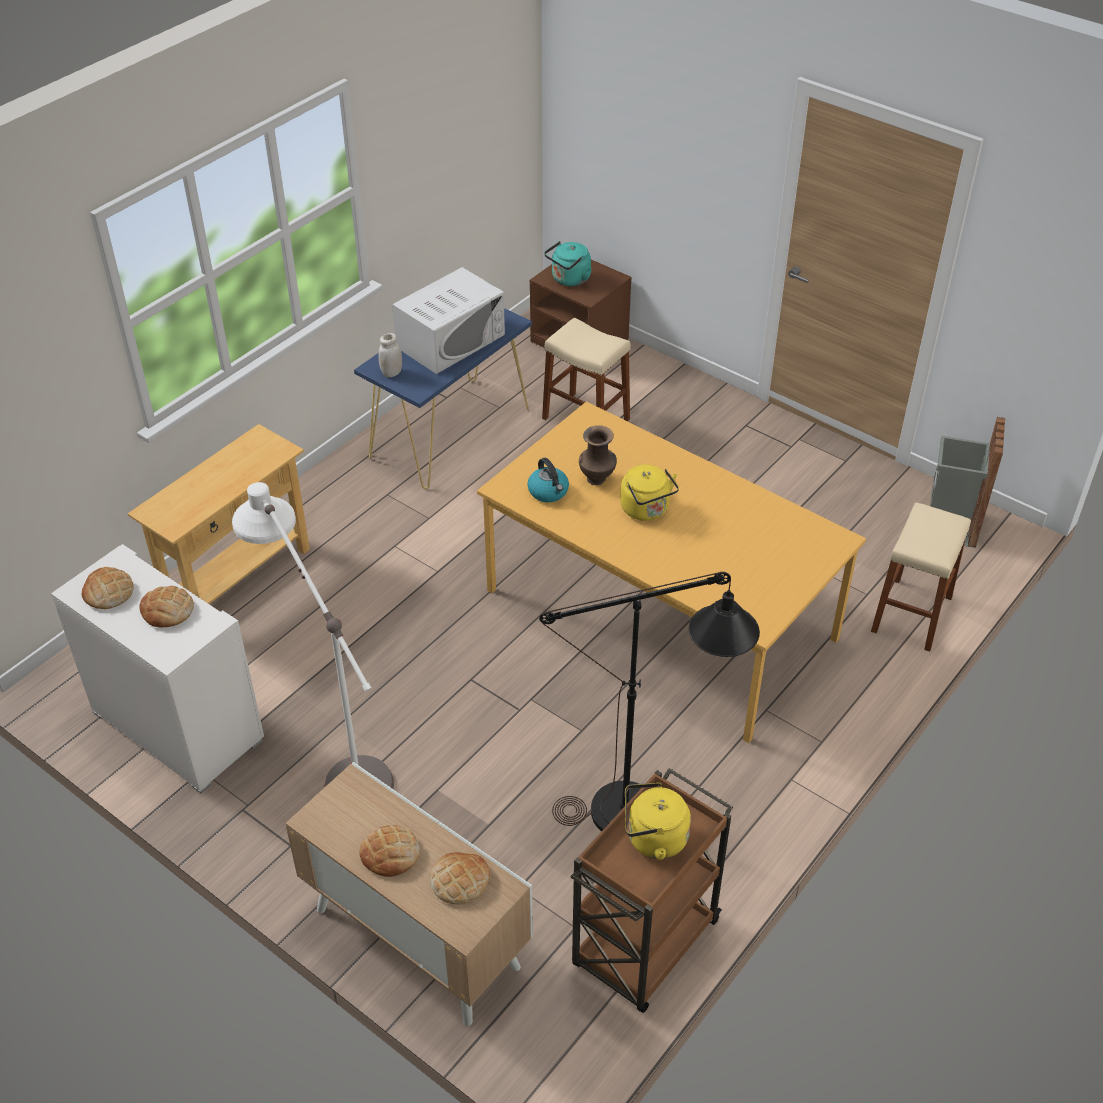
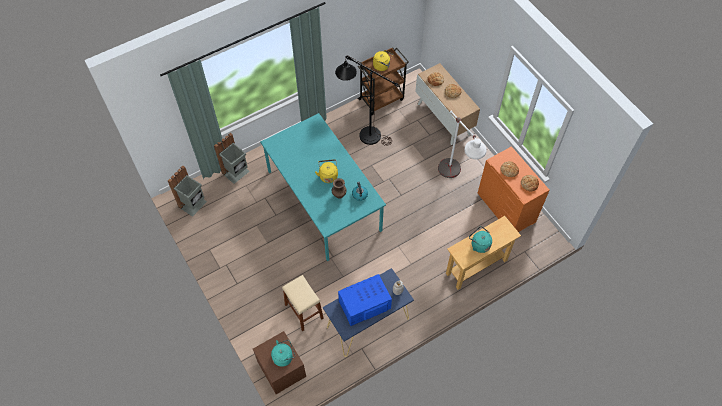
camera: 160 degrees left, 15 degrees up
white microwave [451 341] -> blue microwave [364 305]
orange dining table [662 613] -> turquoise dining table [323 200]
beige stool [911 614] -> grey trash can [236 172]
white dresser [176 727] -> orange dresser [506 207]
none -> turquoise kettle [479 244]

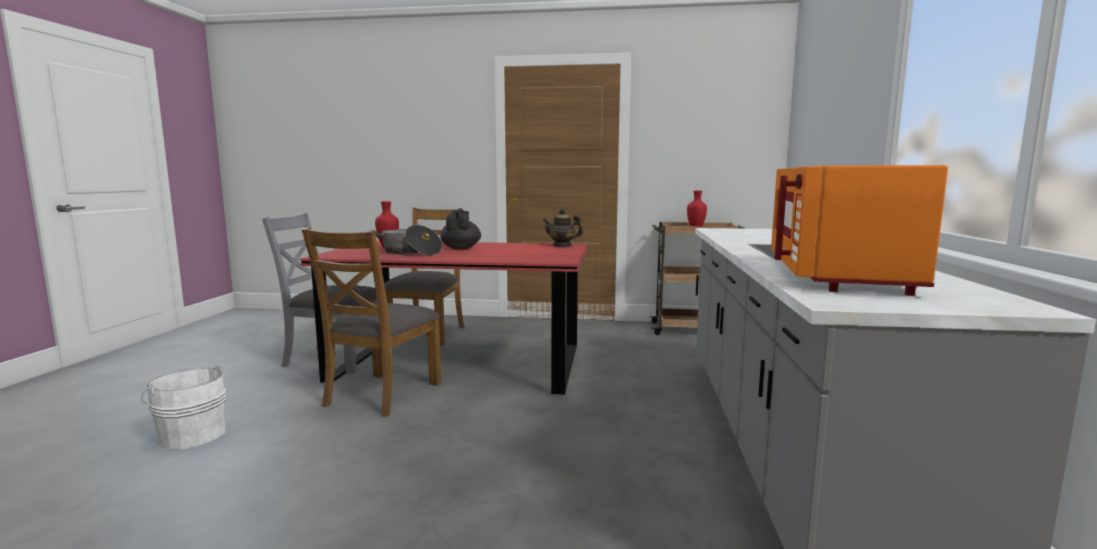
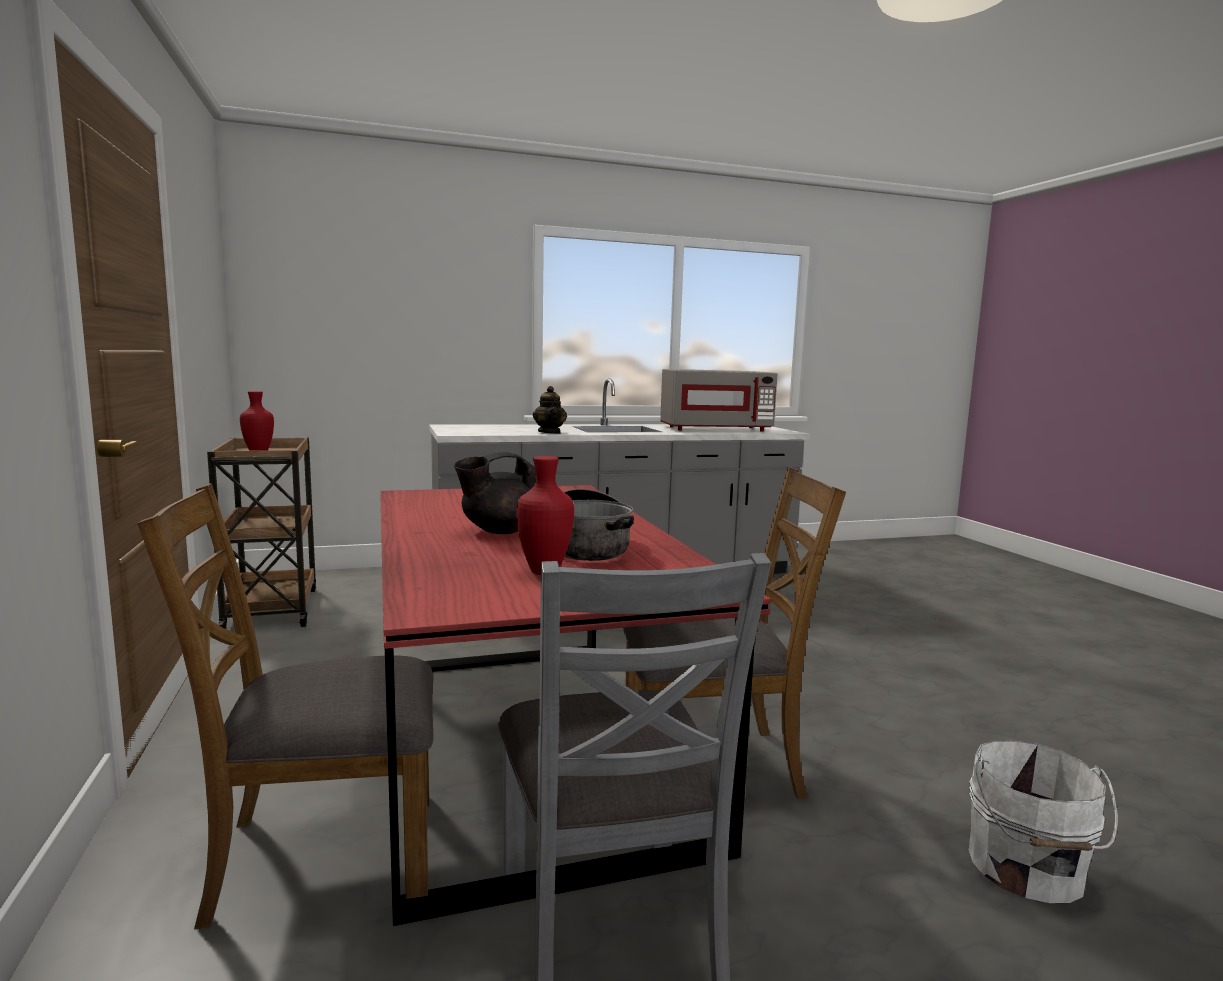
camera: 115 degrees left, 0 degrees up
orange microwave [838 275] -> grey microwave [715 429]
teapot [562 245] -> teapot [549 432], move

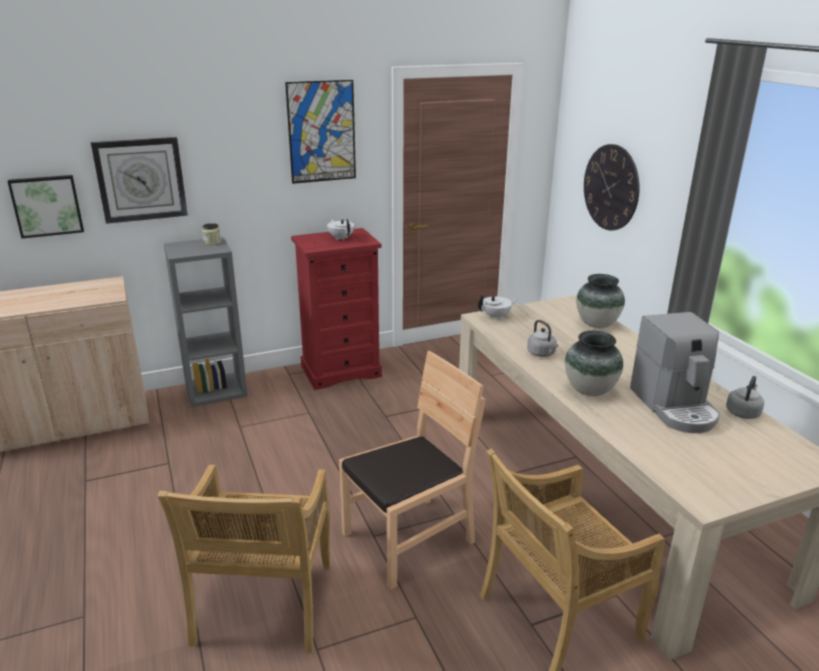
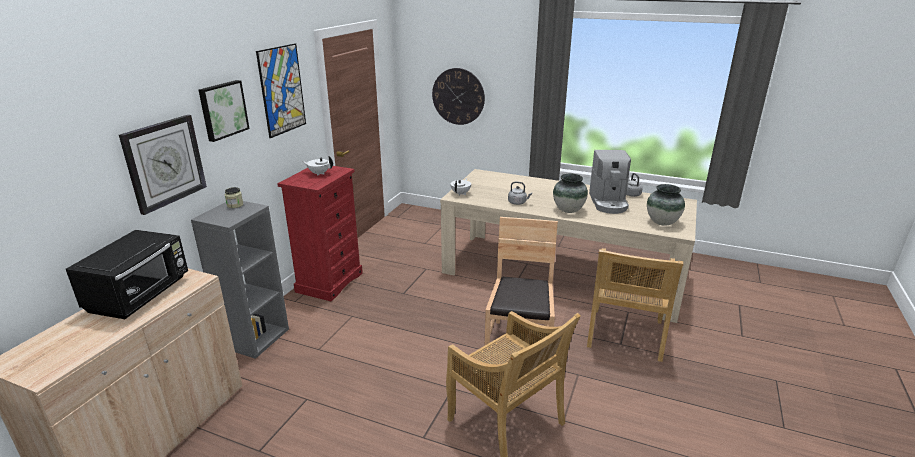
camera: 45 degrees left, 0 degrees up
picture [47 205] -> picture [222 110], move
vase [596 324] -> vase [662 222], move
coffee machine [675 407] -> coffee machine [608 202], 60 degrees clockwise
none -> black microwave [141 295]

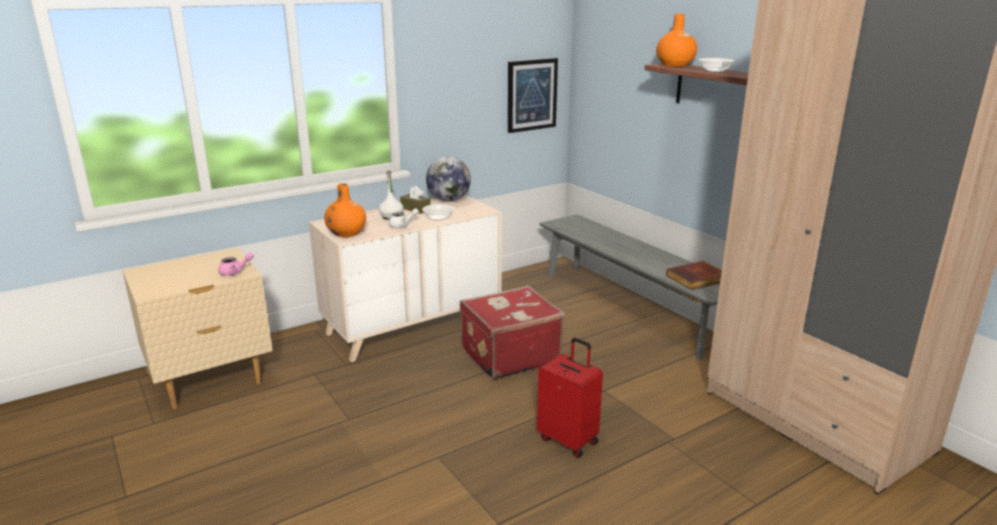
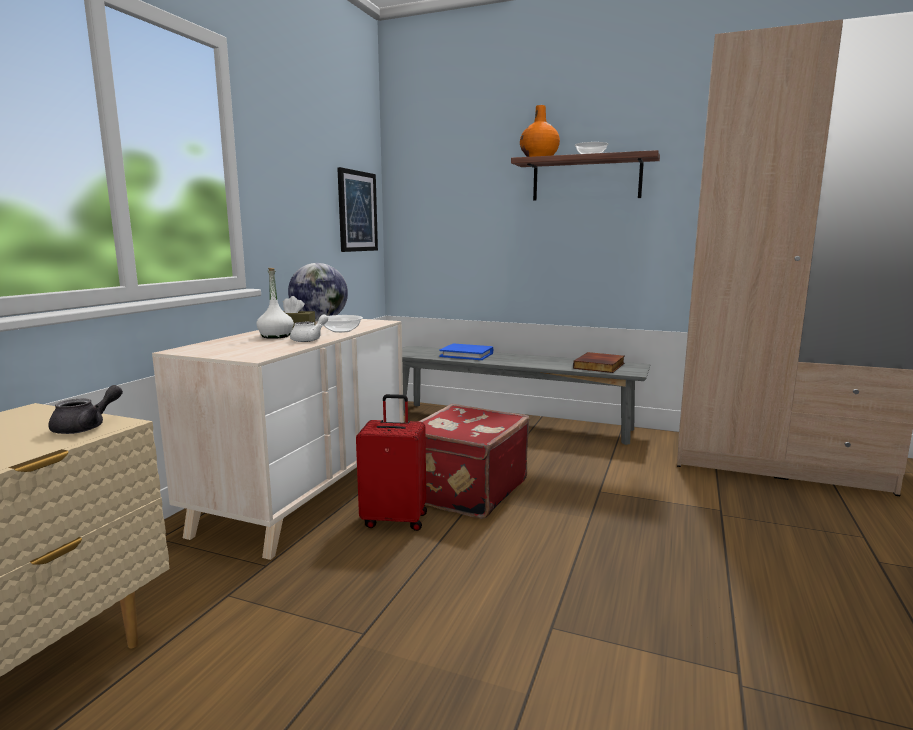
camera: 35 degrees left, 10 degrees down
orange vase [347 233] -> none
pink teapot [235 272] -> grey teapot [86 427]
red suitcase [569 440] -> red suitcase [395 519], move
none -> blue book [467 355]

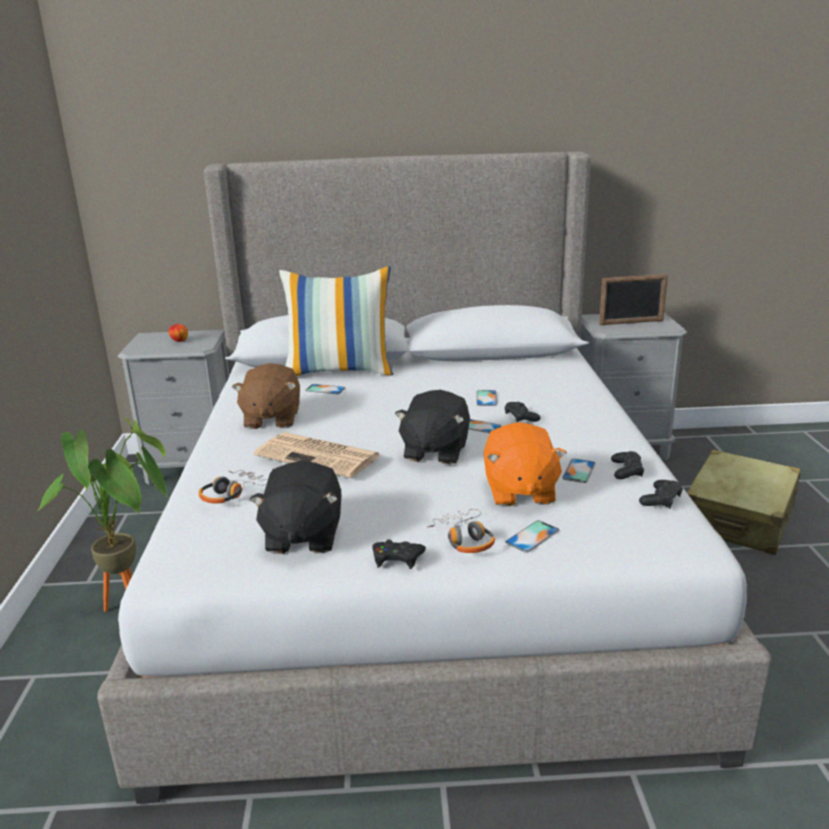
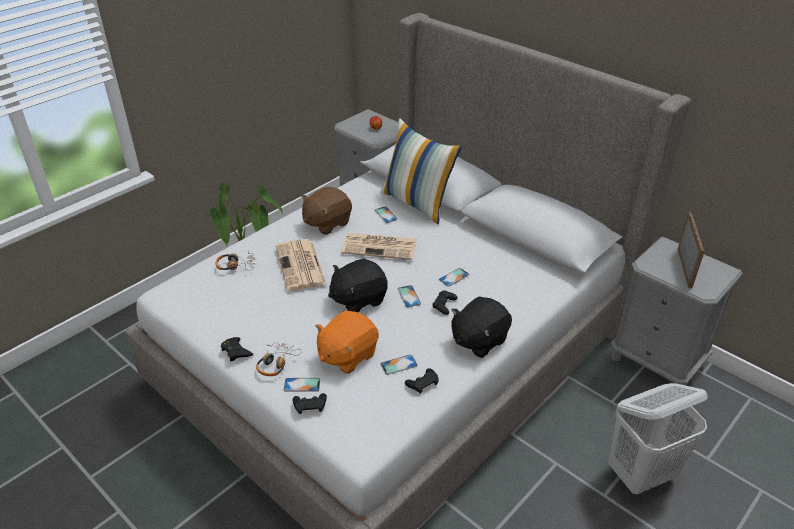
camera: 45 degrees right, 15 degrees up
picture frame [631 322] -> picture frame [684 267], 120 degrees counterclockwise
beige suitcase [738 518] -> white laundry basket [641 474]
black plush toy [302 536] -> black plush toy [478 340], move
black game controller [661 499] -> black game controller [310 405], move
none -> newspaper [380 246]

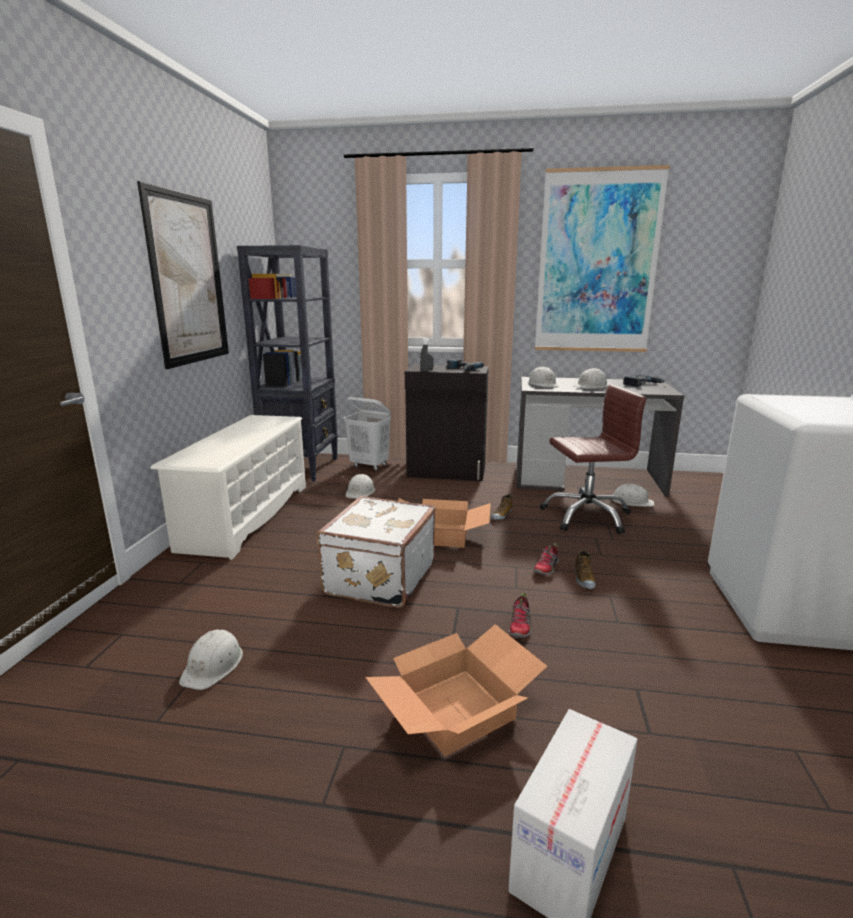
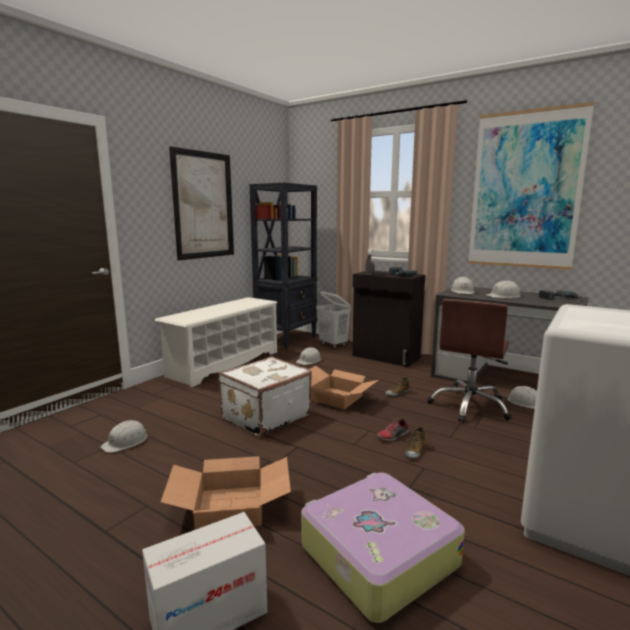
camera: 25 degrees right, 5 degrees down
brown office chair [586 516] -> brown office chair [470 406], 105 degrees clockwise
shoe [520 626] -> none
none -> suitcase [376 554]

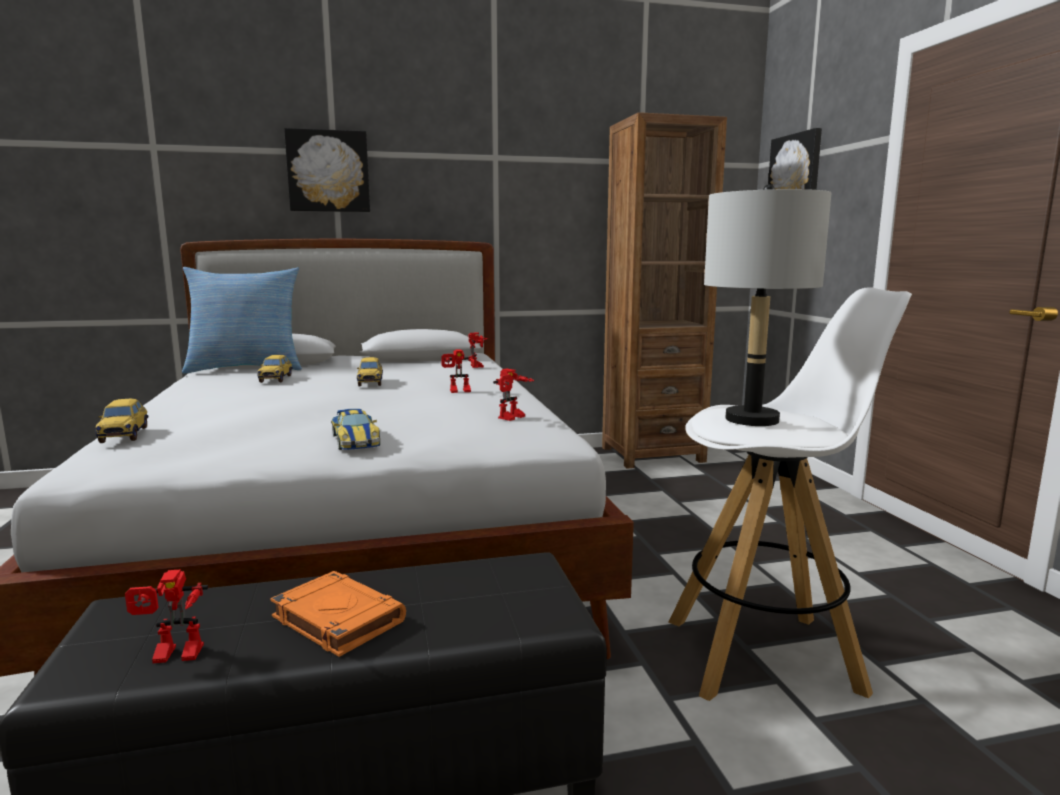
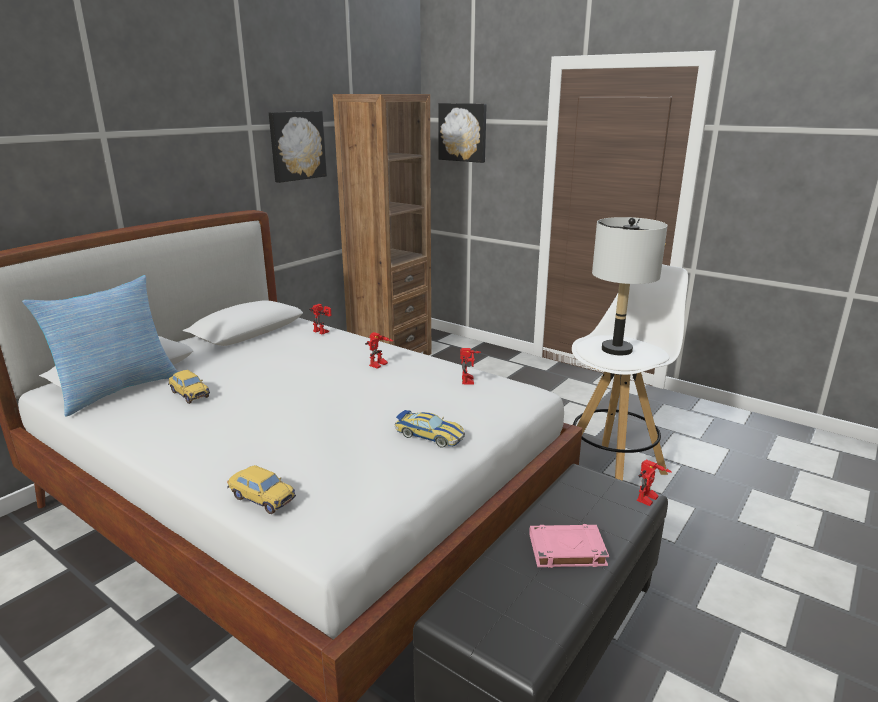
camera: 40 degrees left, 10 degrees up
picture [328 171] -> picture [296 145], move
toy car [370 382] -> none
toy robot [173 657] -> toy robot [649 500], move
orange book [336 619] -> pink book [566 550]

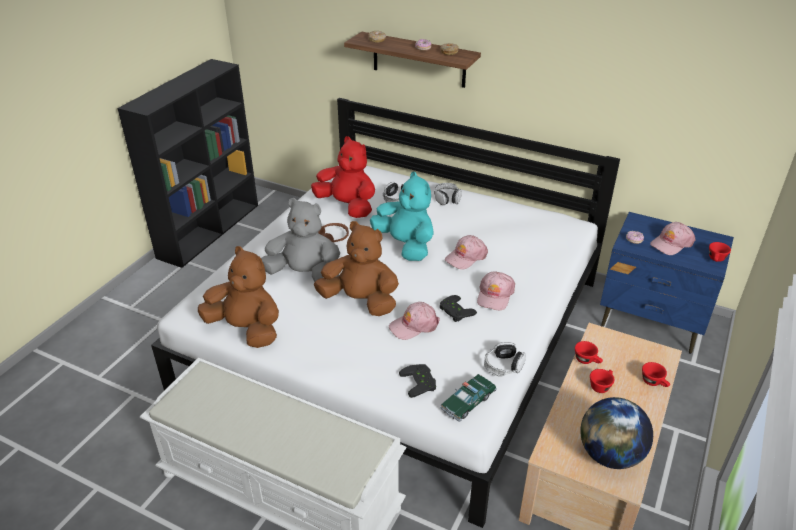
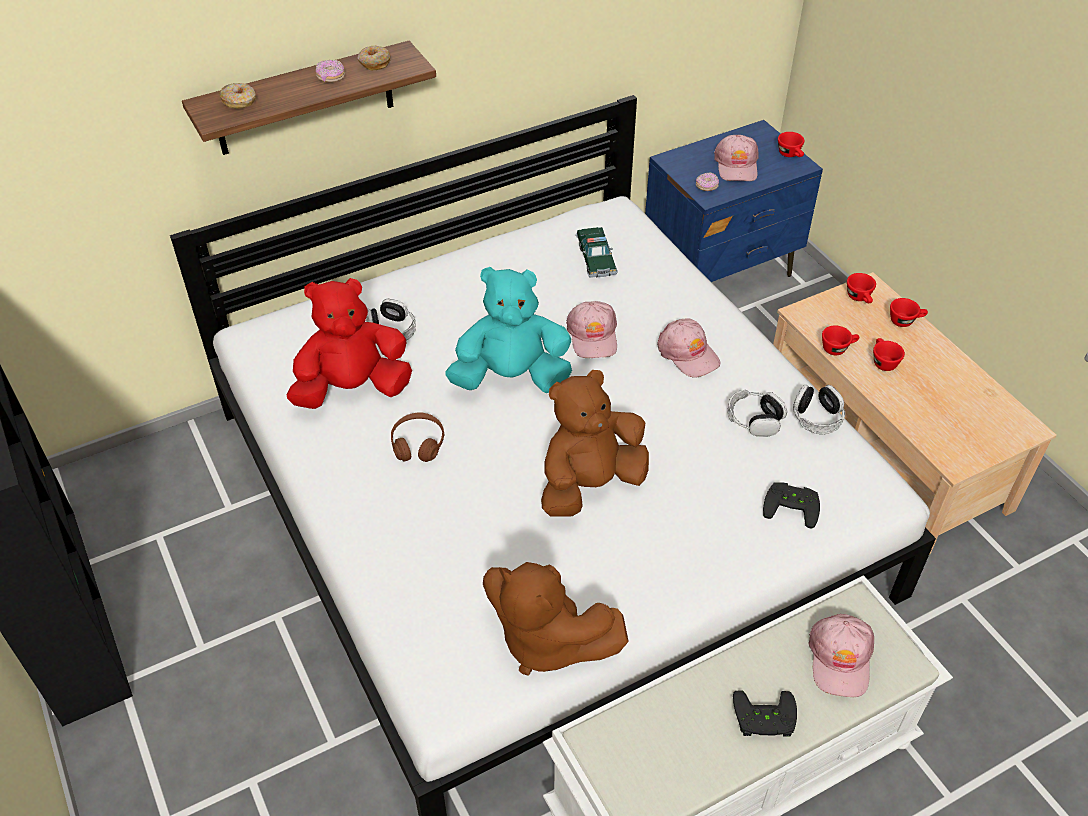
camera: 55 degrees left, 10 degrees up
headphones [447 198] -> headphones [754 419], move
grey plush toy [304 274] -> none
brown plush toy [246 329] -> brown plush toy [546 641], 120 degrees counterclockwise
black game controller [454 311] -> black game controller [764 720], move
pink cap [414 325] -> pink cap [840 659], move
toy car [468 402] -> toy car [596 258], move
globe [609 455] -> none
none -> red cup [860 298]

